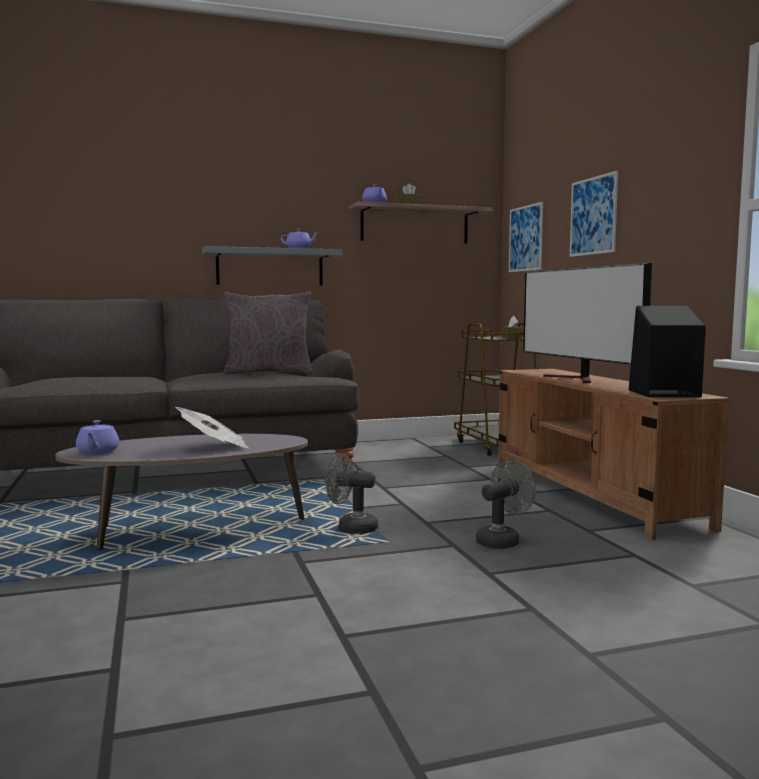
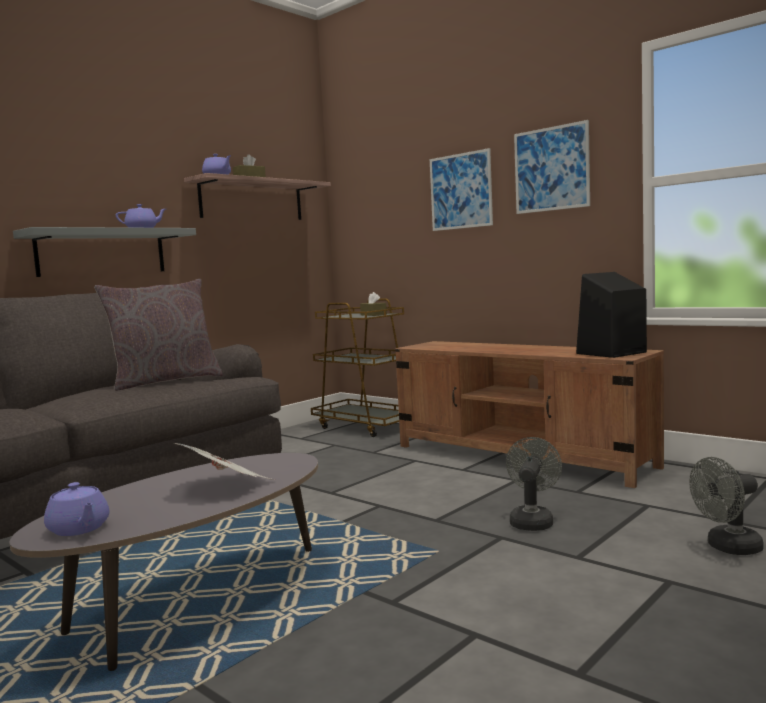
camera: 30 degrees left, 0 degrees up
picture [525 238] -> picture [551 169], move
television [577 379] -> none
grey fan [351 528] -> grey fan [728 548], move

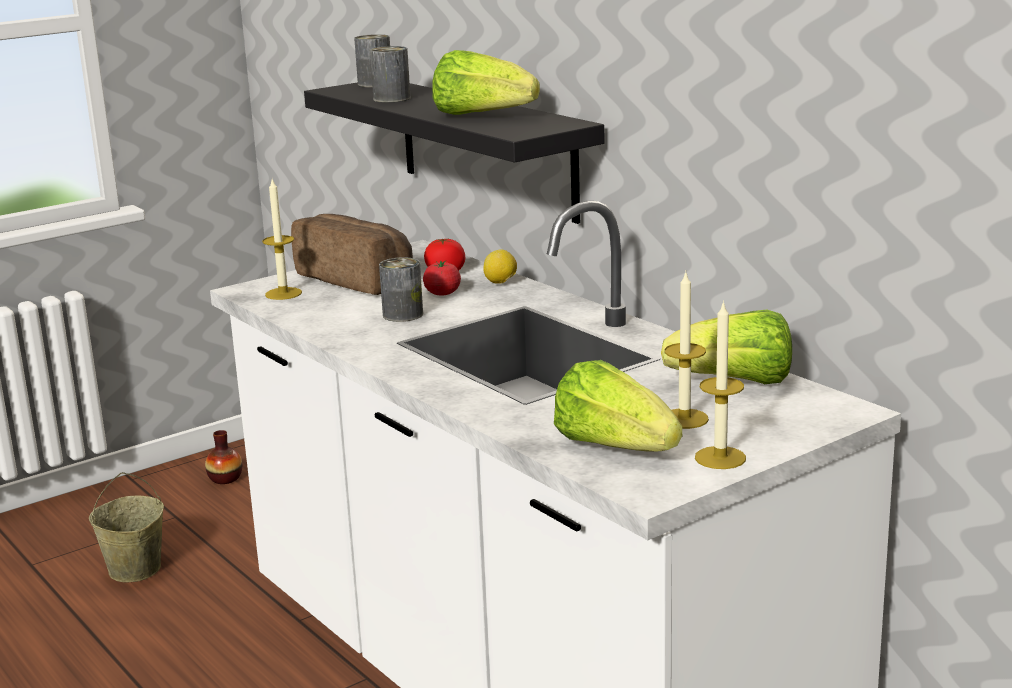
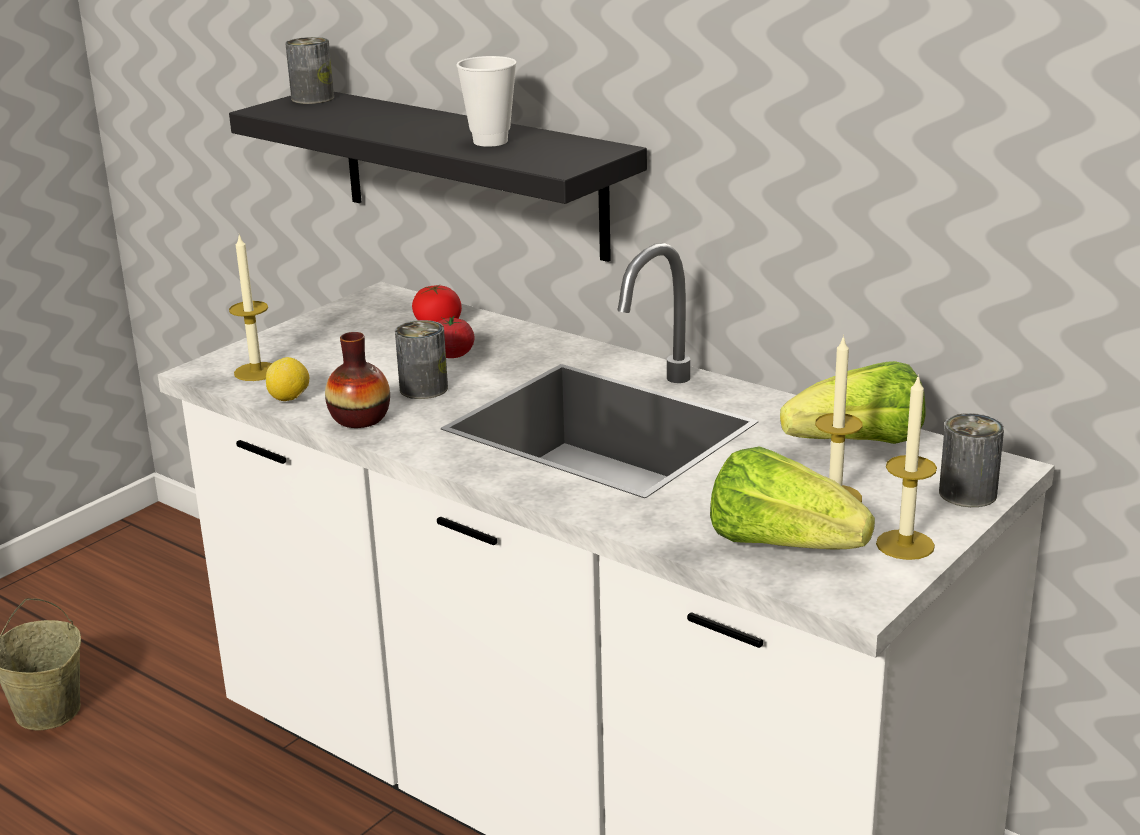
camera: 15 degrees left, 5 degrees up
can [392 98] -> can [967 493], move
lettuce [481 115] -> cup [490 141]
bread [358 279] -> none
lemon [501 283] -> lemon [290 399], move
vase [225 478] -> vase [360 418], move

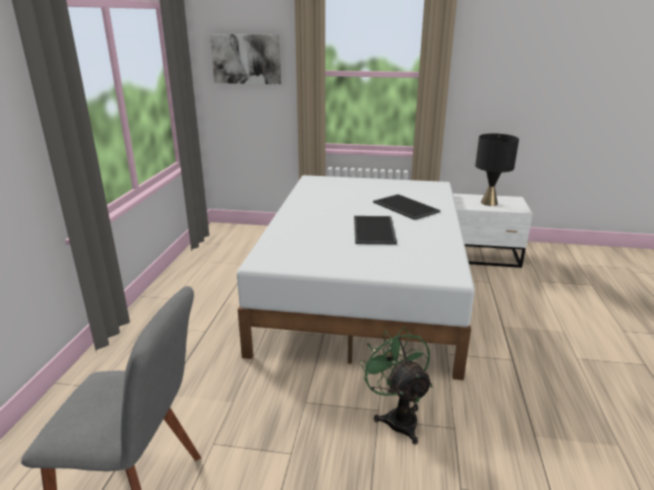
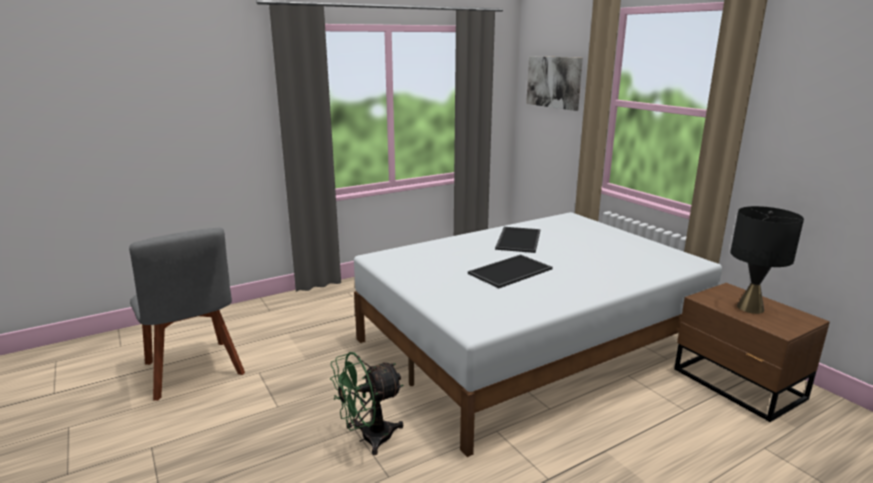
camera: 50 degrees right, 5 degrees down
white nightstand [483 256] -> brown nightstand [738 385]
tray [404 207] -> tray [517 239], move
green fan [397 417] -> green fan [368 438], 150 degrees counterclockwise

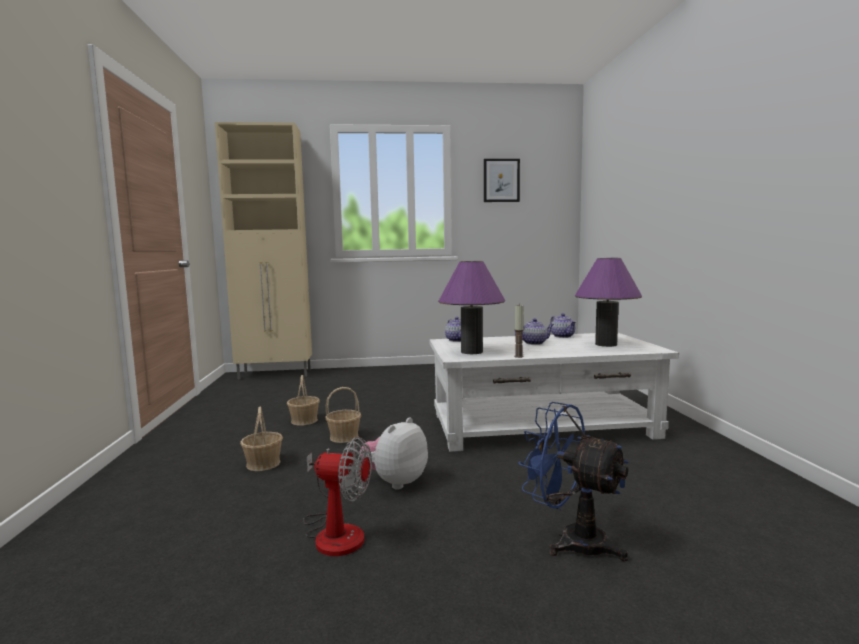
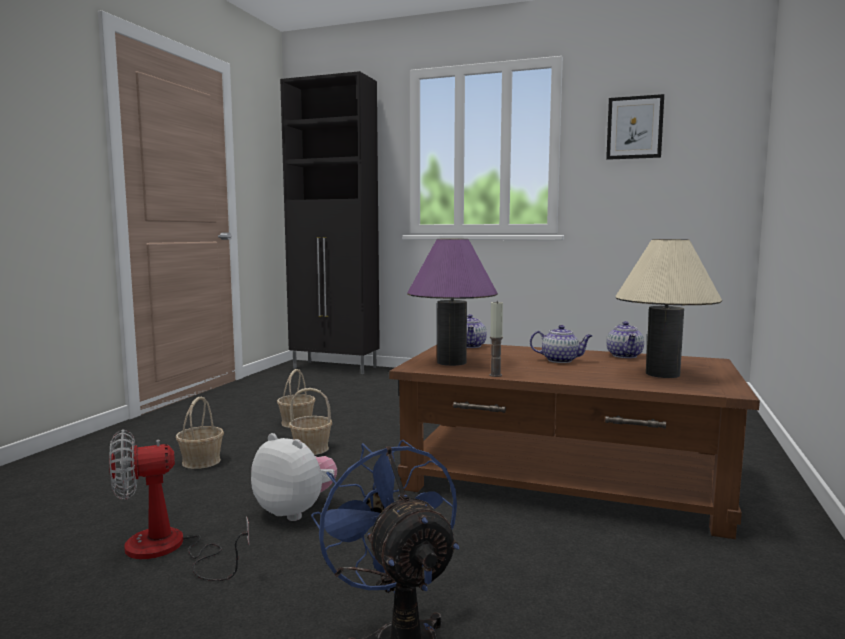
camera: 25 degrees right, 0 degrees up
beige cabinet [276 374] -> black cabinet [335 368]
purple table lamp [606 344] -> beige table lamp [662 374]
white coffee table [542 425] -> brown coffee table [564 481]
plush toy [395 481] -> plush toy [295 511], 60 degrees clockwise
fan [335 531] -> fan [168 550], 120 degrees clockwise

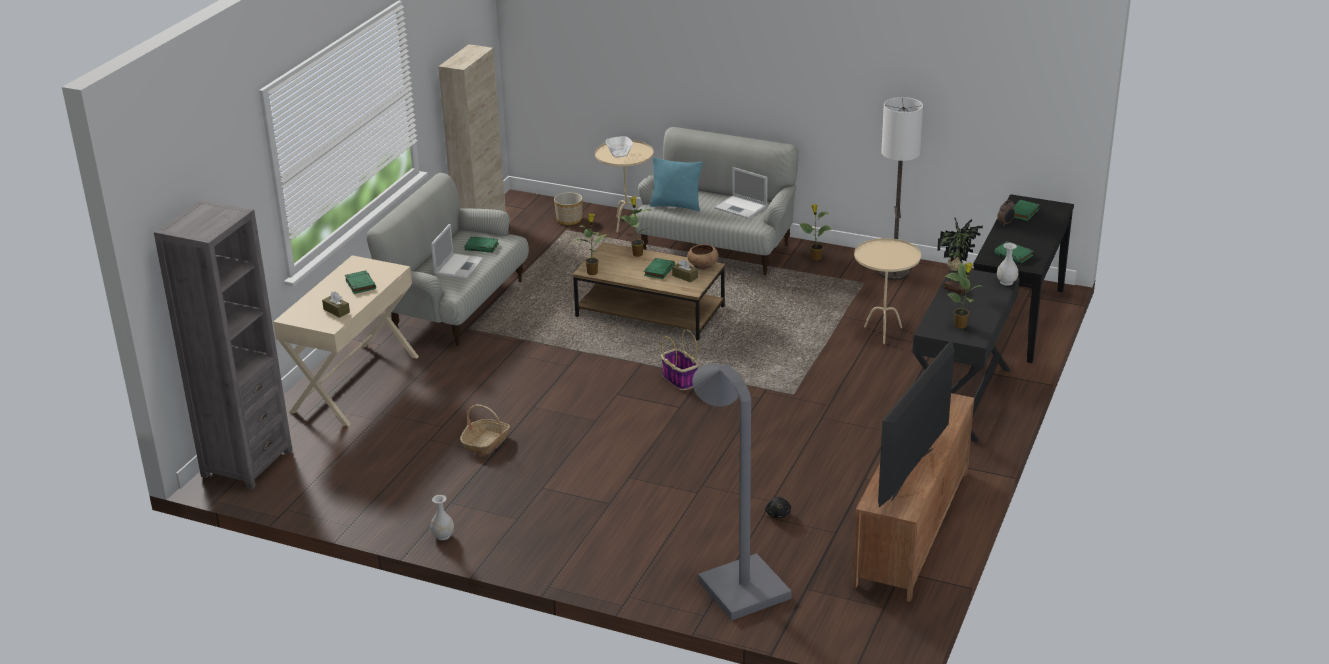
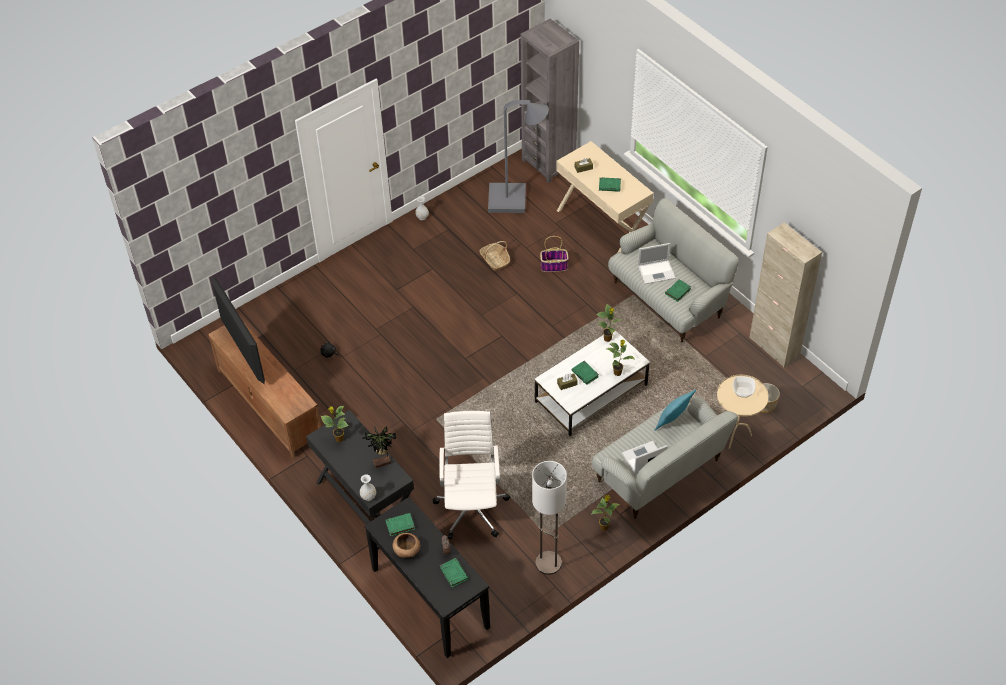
camera: 120 degrees right, 20 degrees up
laptop [459 266] -> laptop [657 272], 60 degrees counterclockwise
beige side table [883 332] -> white office chair [472 507]
brown coffee table [651 312] -> white coffee table [590 394]
brown bowl [702 265] -> brown bowl [407 550], move
basket [679 379] -> basket [554 266], move
grey floor lamp [737 582] -> grey floor lamp [514 199], move

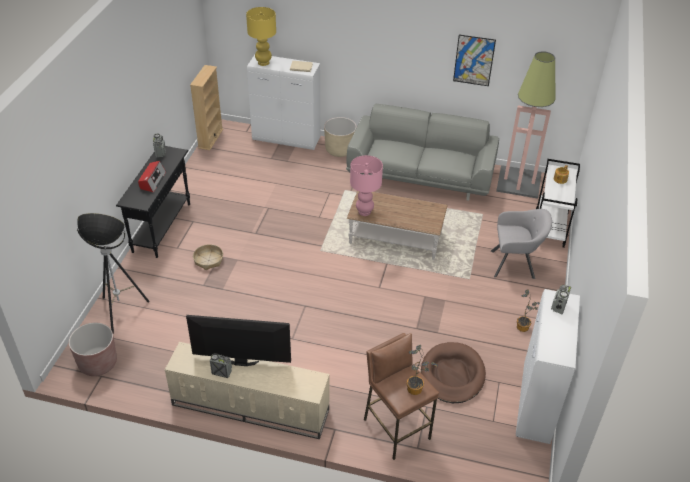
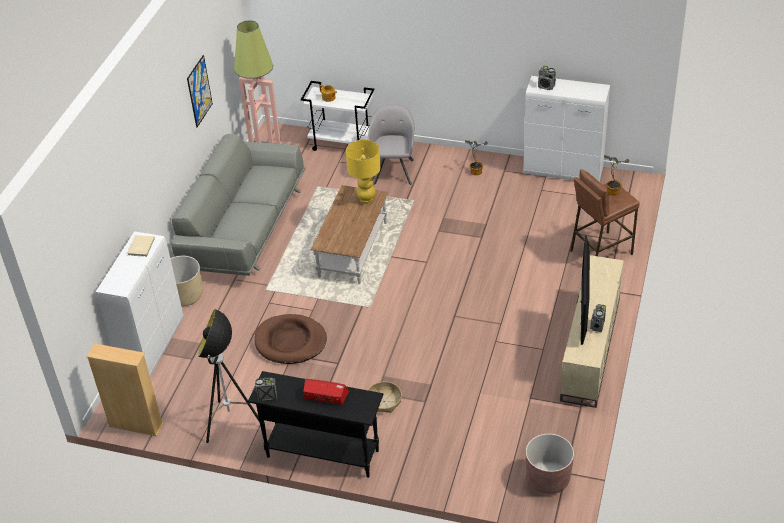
camera: 85 degrees left, 0 degrees up
yellow table lamp [263 63] -> yellow table lamp [366 199], move
pink table lamp [364 211] -> none
floor lamp [121 312] -> floor lamp [231 423], move
brown dog bed [452 375] -> brown dog bed [290 342], move

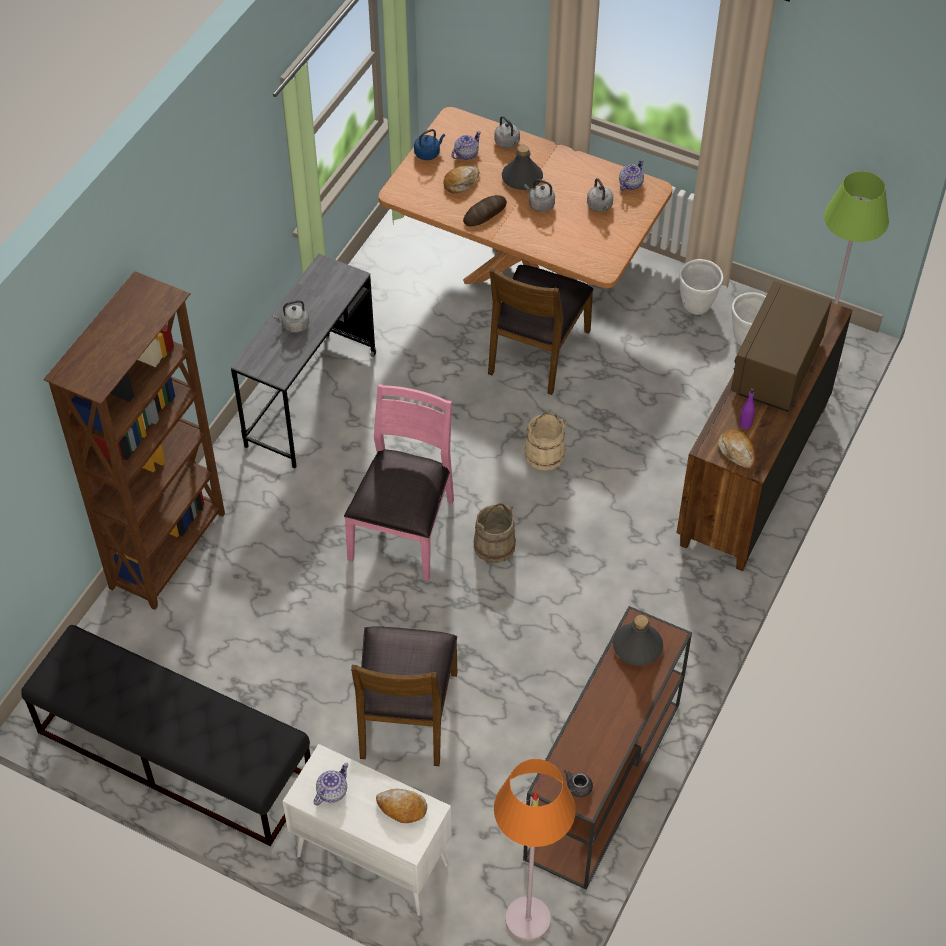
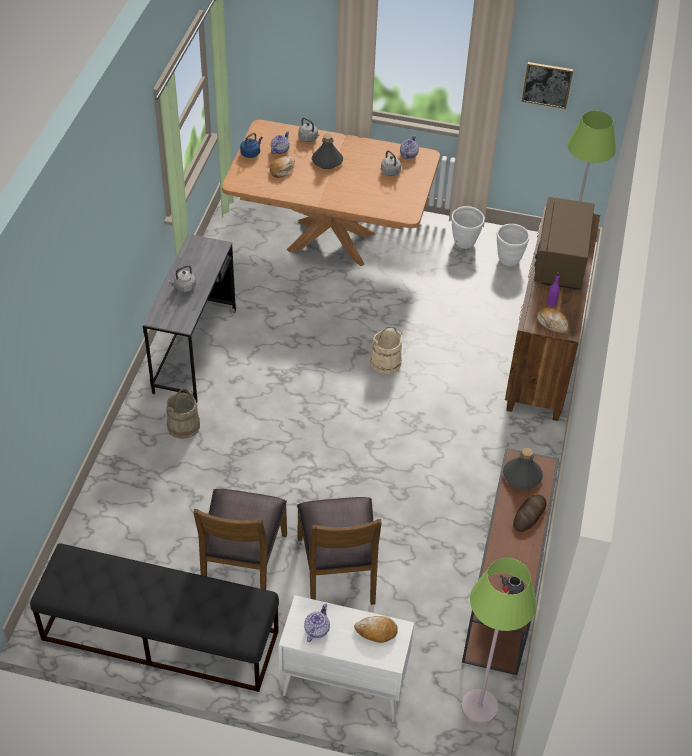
camera: 15 degrees left, 5 degrees down
grey kettle [540 204] -> none
bread [485 213] -> bread [529 515], move
brown chair [537 351] -> brown chair [242 563], move
brown bookcase [170 550] -> none
pink chair [404 529] -> none
beige bucket [494 545] -> beige bucket [183 426], move
orange floor lamp [527 919] -> green floor lamp [479 707]
none -> picture [547 84]

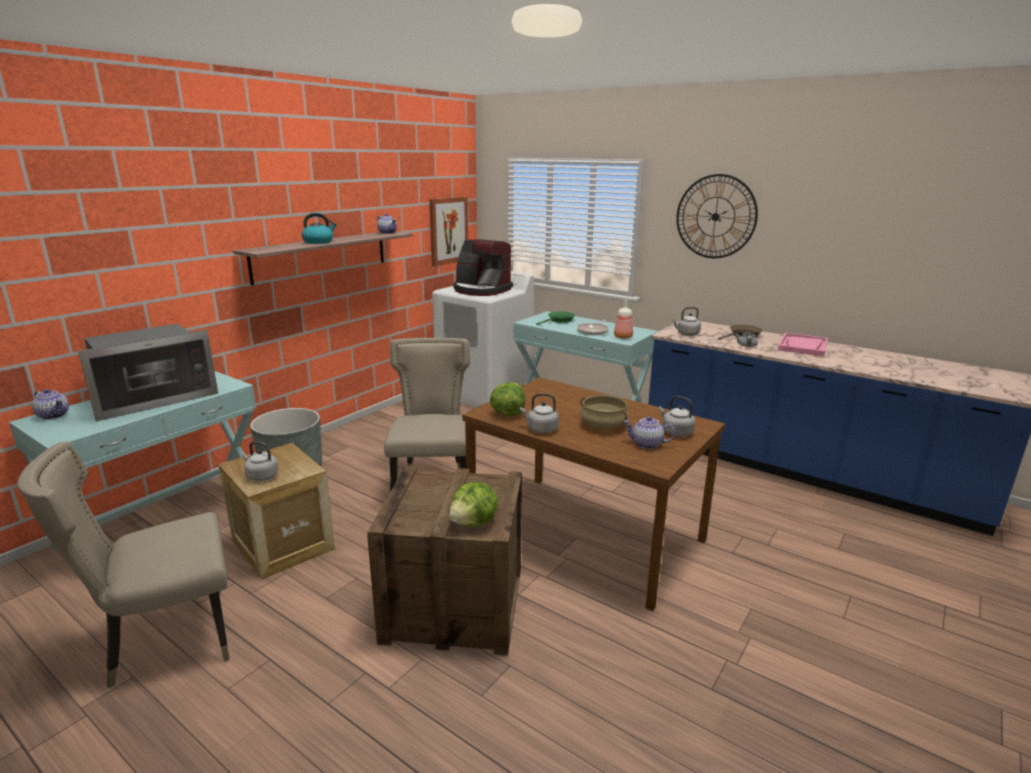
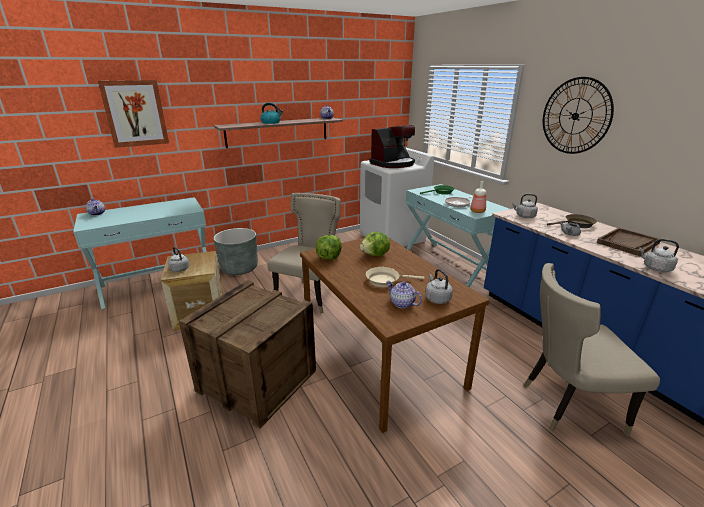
camera: 25 degrees right, 5 degrees up
picture [448 230] -> picture [135 113], move
coffee machine [481 290] -> coffee machine [393 164], 90 degrees counterclockwise
microwave [153 398] -> none
pink tray [803 346] -> brown tray [628 243]
grey kettle [540 429] -> grey kettle [655 268], move
beige cooking pot [603 425] -> beige frying pan [385 280]
beige chair [164 641] -> beige chair [566 405], move
lettuce [474 523] -> lettuce [375 255], move

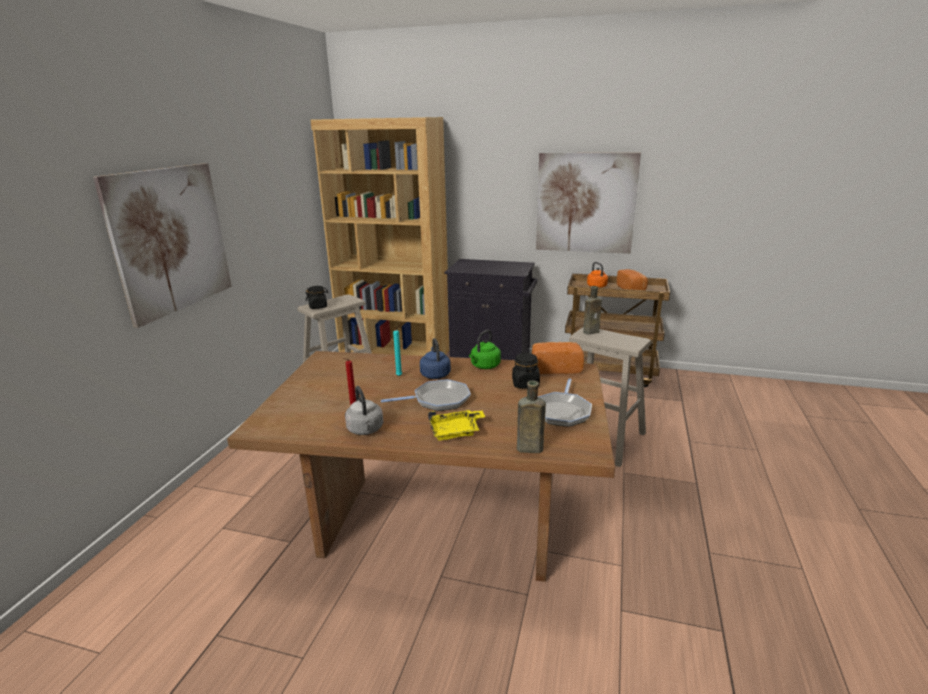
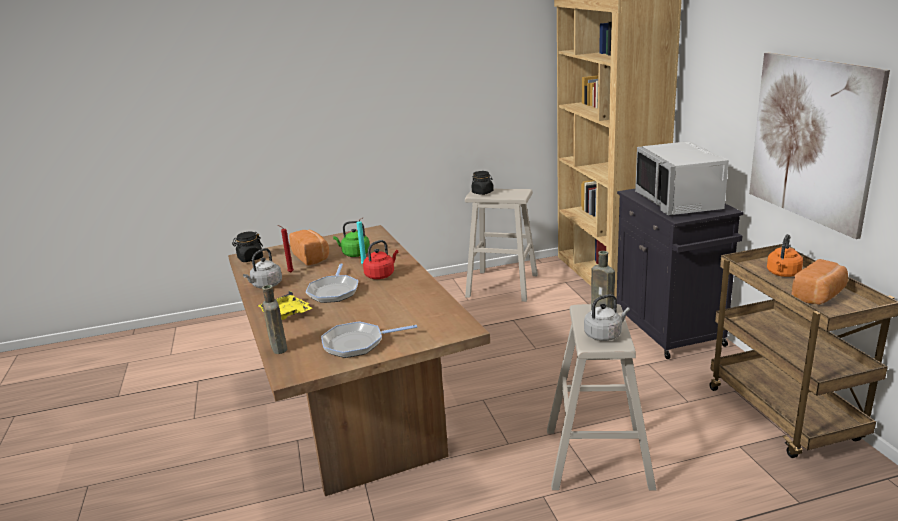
camera: 60 degrees right, 0 degrees up
picture [171 240] -> none
green kettle [484 366] -> green kettle [354 254], move
blue kettle [435 374] -> red kettle [381 275]
bread [555 368] -> bread [312 257], move
black jar [525 384] -> black jar [250 258], move
frying pan [438 400] -> frying pan [334 291], 45 degrees clockwise
none -> grey microwave [679 202]
none -> grey kettle [604 335]

